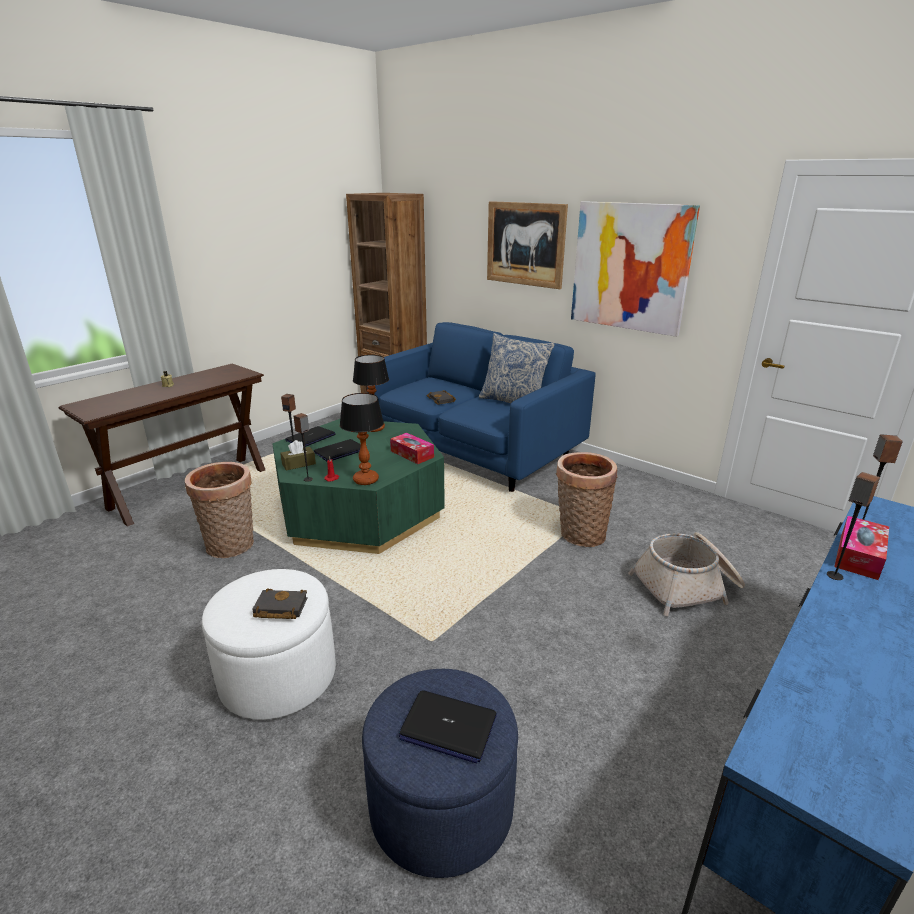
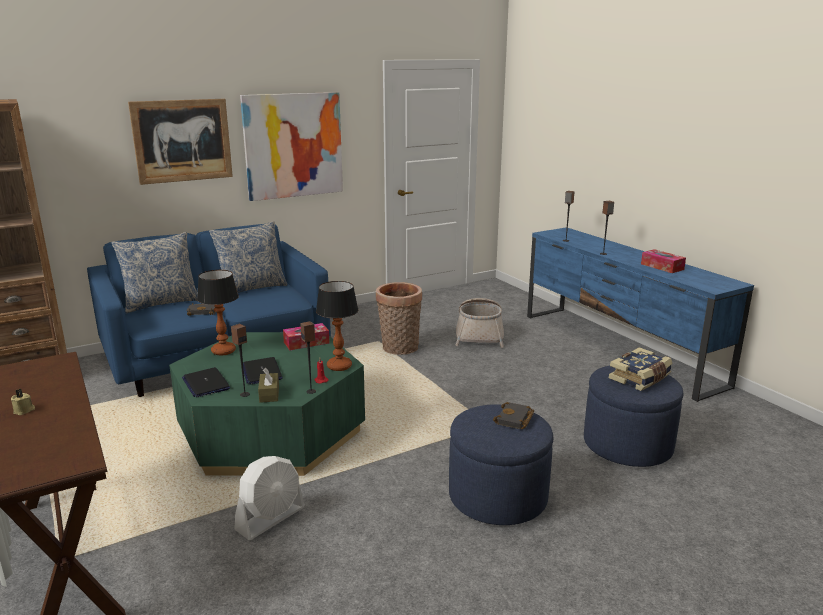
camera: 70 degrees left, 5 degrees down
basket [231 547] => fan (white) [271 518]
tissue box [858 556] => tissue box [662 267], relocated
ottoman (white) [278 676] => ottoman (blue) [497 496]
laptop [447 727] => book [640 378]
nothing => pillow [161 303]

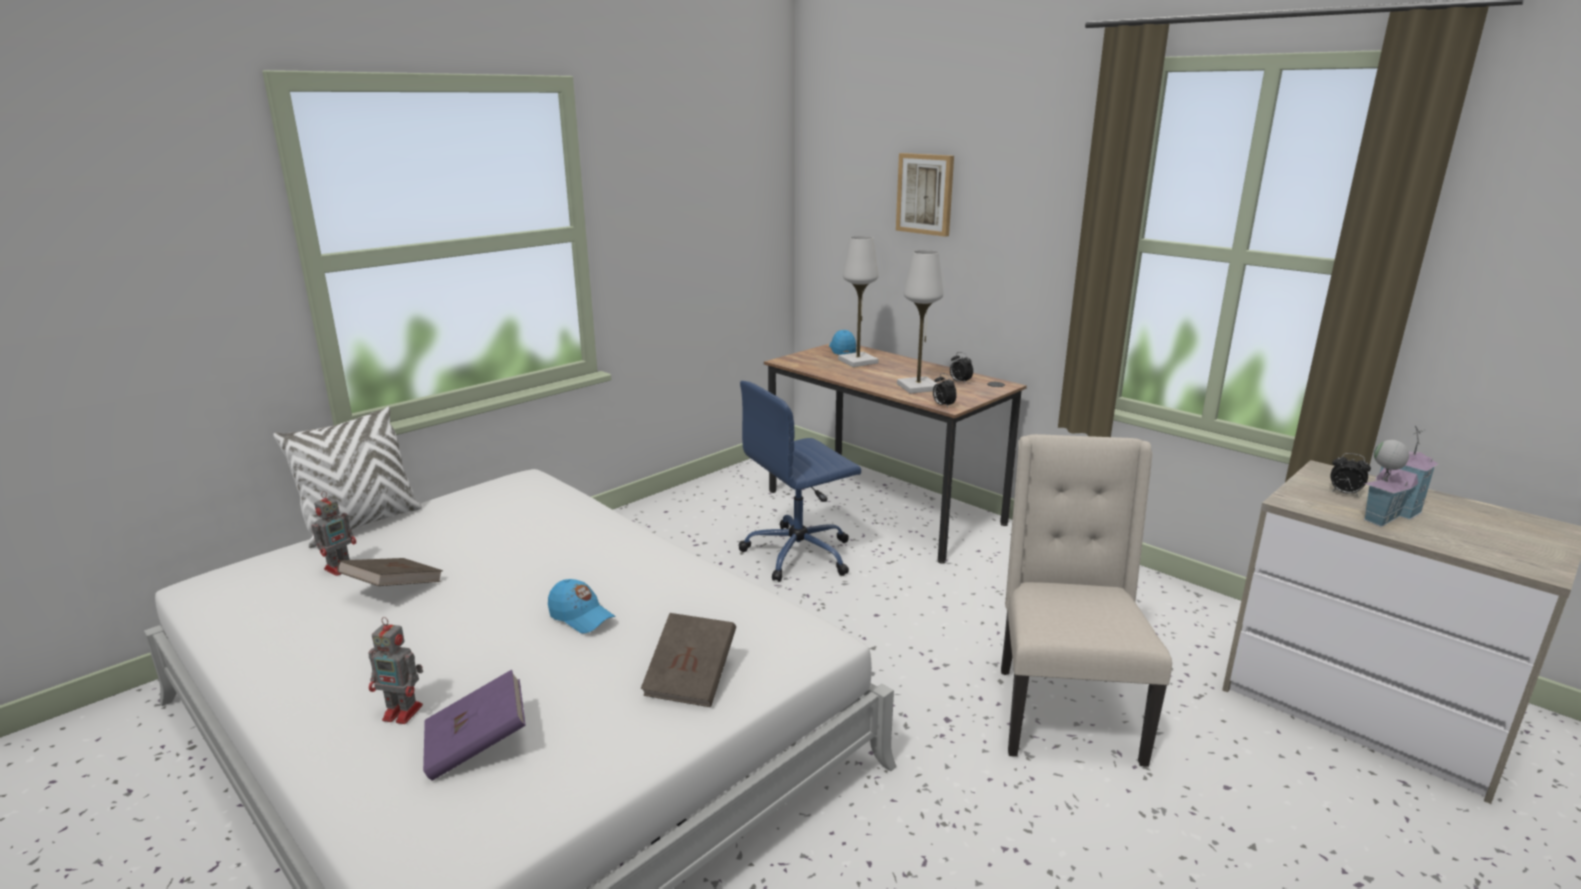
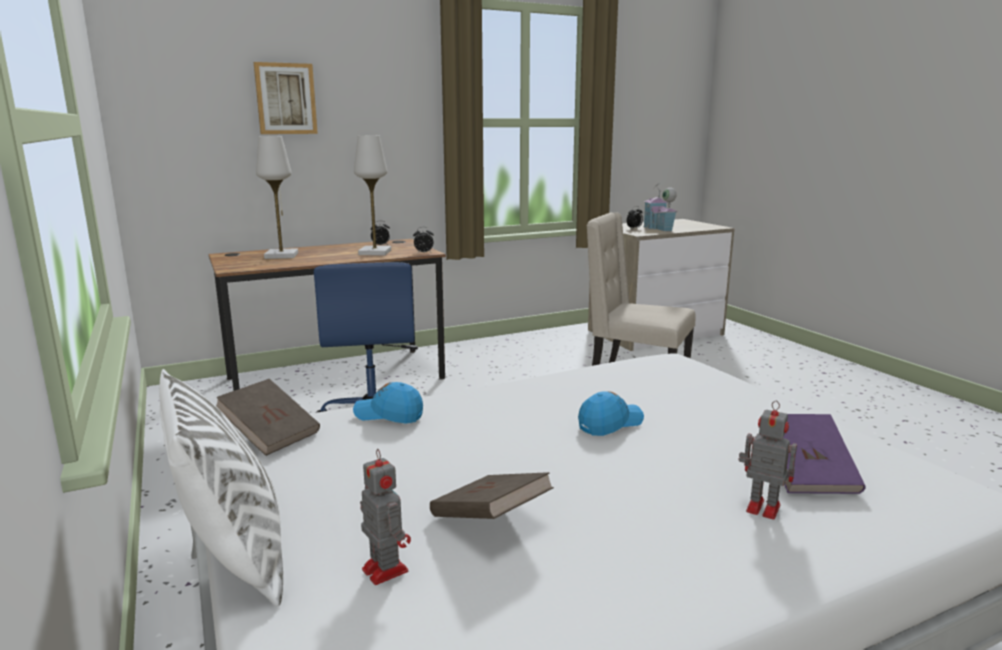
camera: 70 degrees left, 5 degrees down
cap (blue) [842 349] => cap (blue) [389 415], relocated
book (brown) [691 679] => book (brown) [270 435], relocated
toy robot [404 712] => toy robot [761 507], 90 degrees counterclockwise

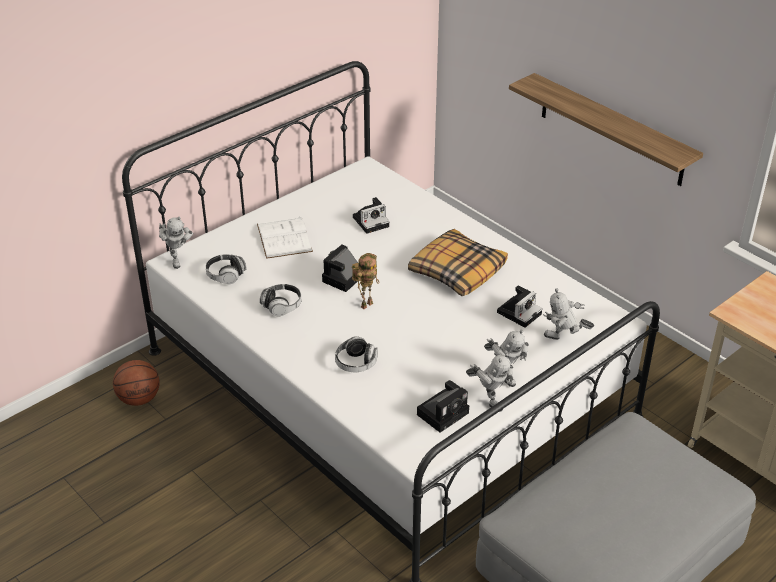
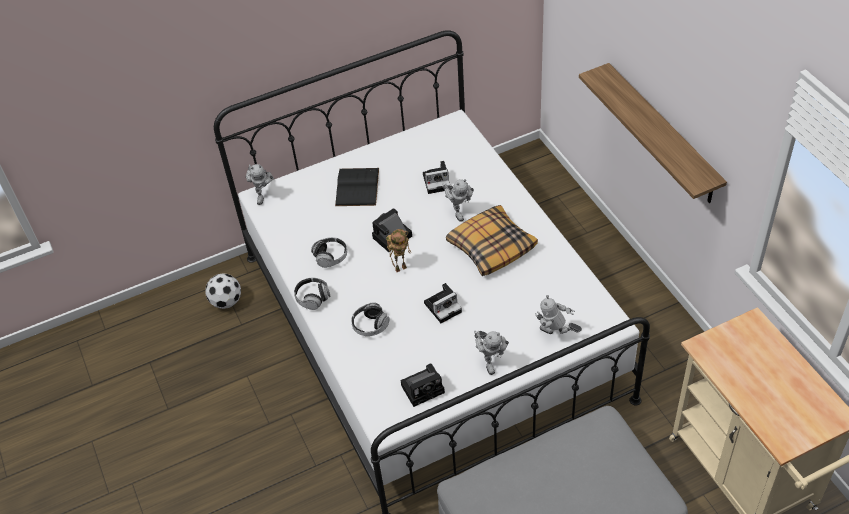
camera: 20 degrees right, 10 degrees up
book (white) [284 237] => book (black) [357 187]
headphones [226 275] => headphones [313 298], relocated
photo camera [519 312] => photo camera [443 306], relocated
toy robot [489 399] => toy robot [457 211], relocated
basketball [139 398] => football [227 301]

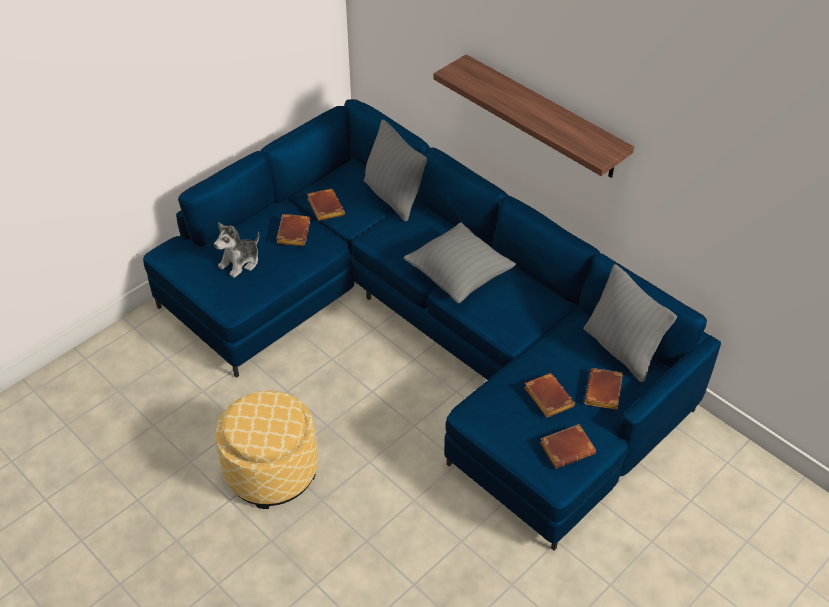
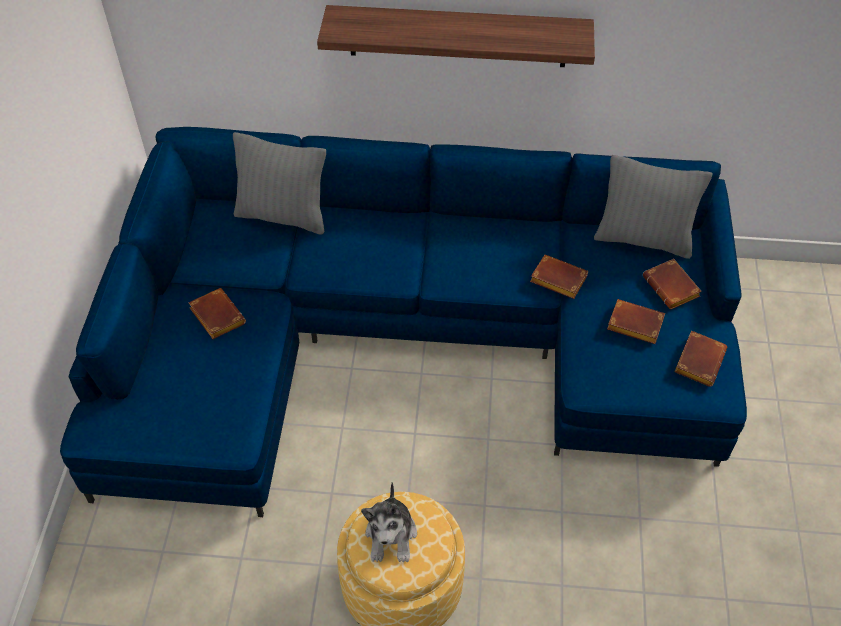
camera: 40 degrees left, 5 degrees up
book (brown) [324 207] => book (brown) [556 280], relocated
plush toy [240 262] => plush toy [391 535], relocated
pillow (grey) [458 277] => nothing

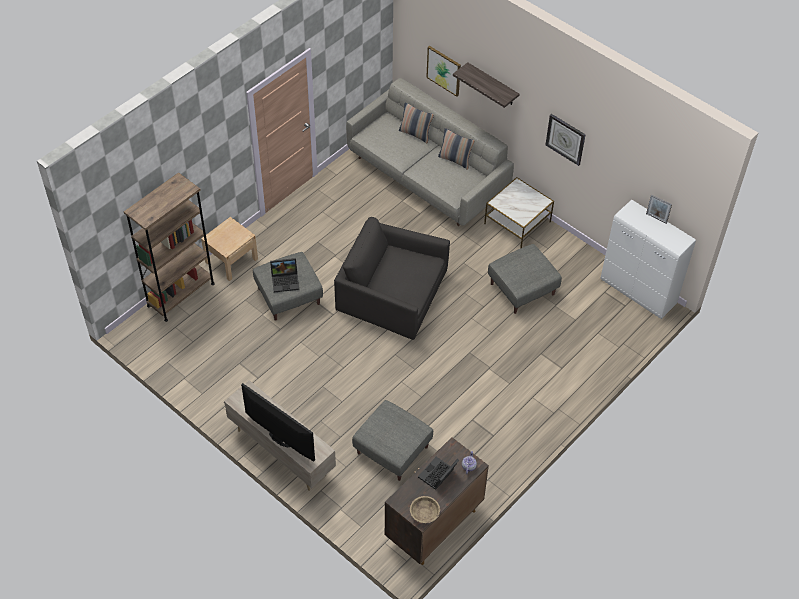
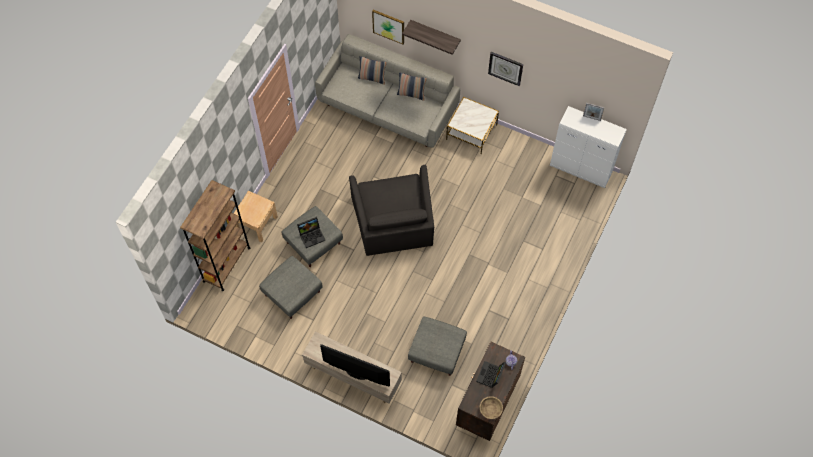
camera: 15 degrees left, 10 degrees up
armchair (black) [391 294] => armchair (black) [393 220], 105 degrees counterclockwise
ottoman (grey) [522 288] => ottoman (grey) [292 293], relocated

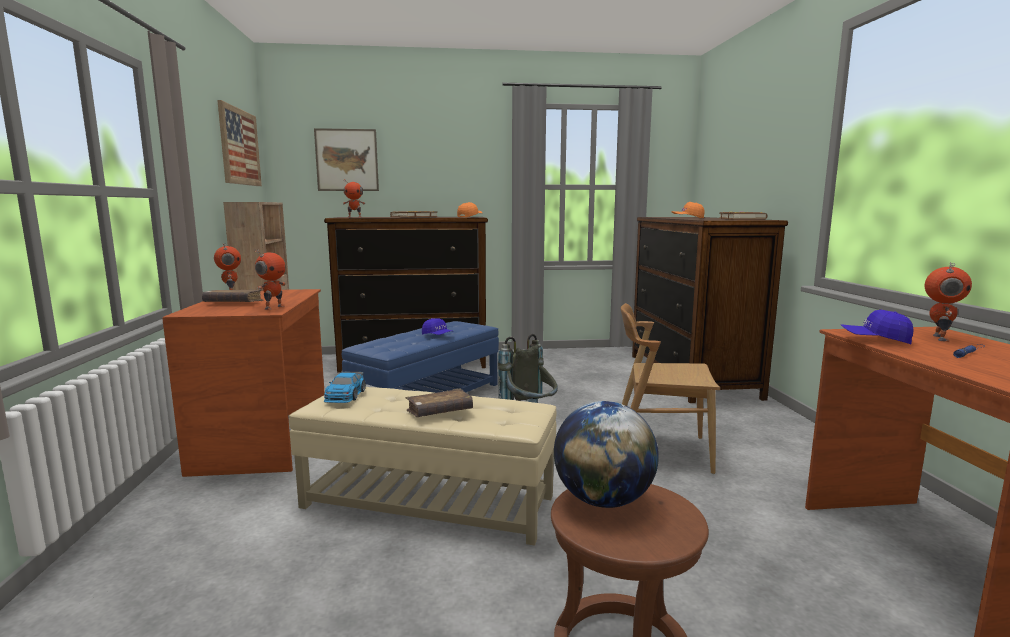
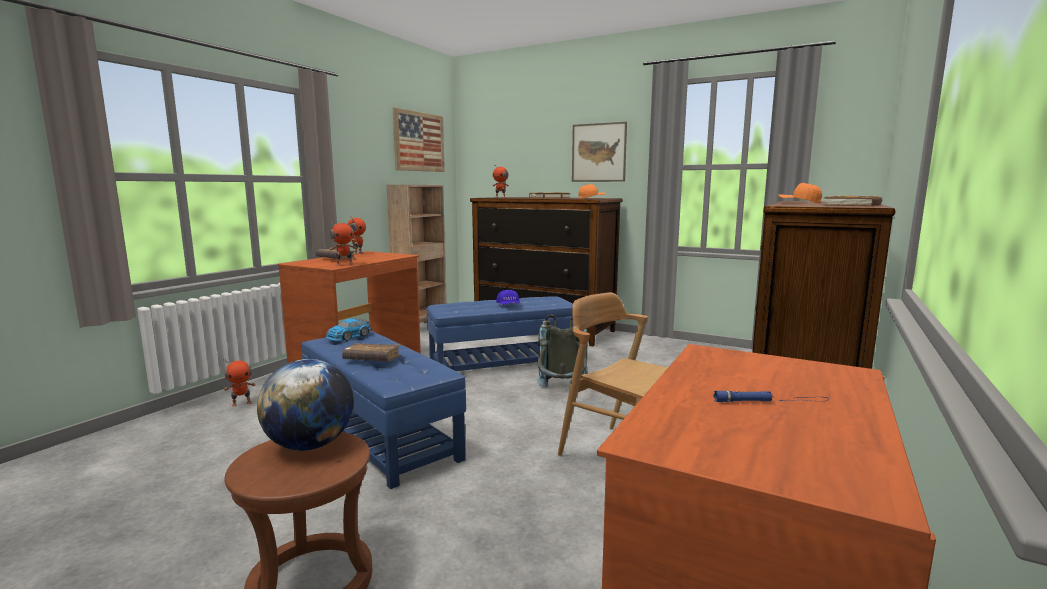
camera: 35 degrees right, 0 degrees up
picture [347 160] => picture [598 152], relocated
toy robot [938 338] => toy robot [241 403], relocated
cap (blue) [875 340] => nothing
ottoman (beige) [428 501] => ottoman (blue) [380 434]

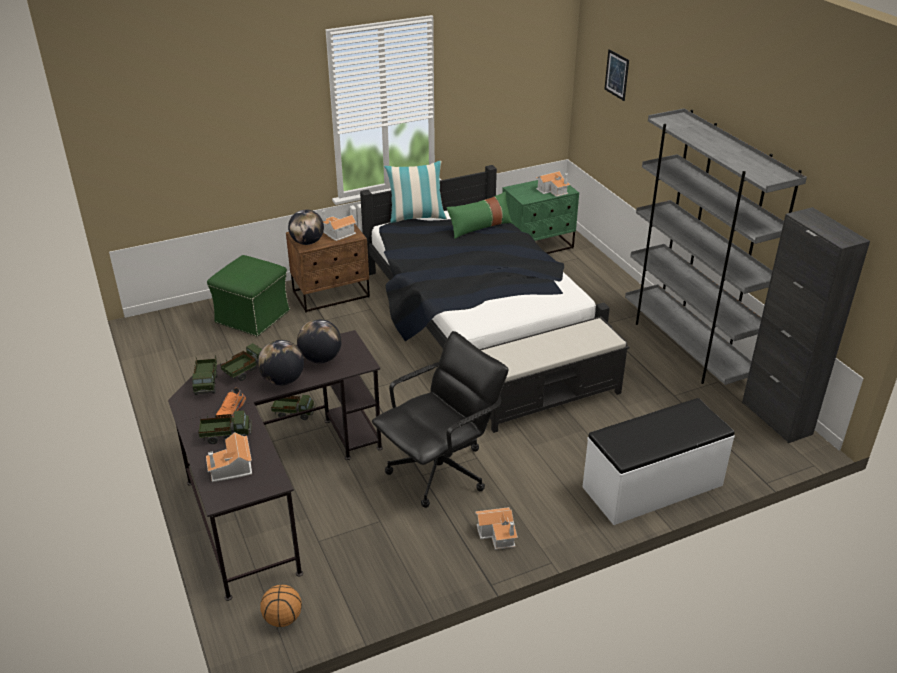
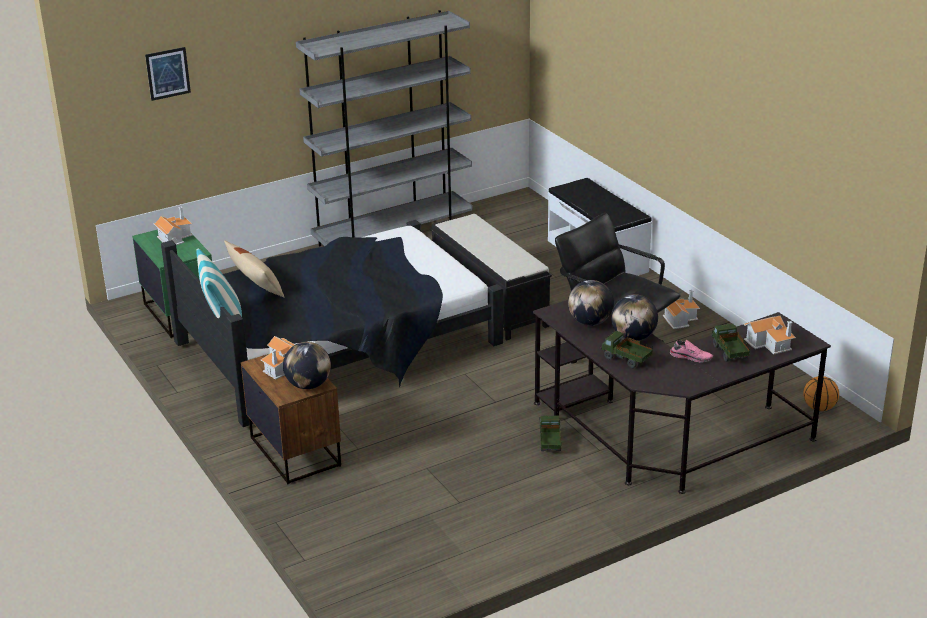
camera: 95 degrees left, 5 degrees down
pillow (green) [480 227] => pillow (beige) [255 284]
cabinet (black) [776 418] => nothing
ottoman (green) [253 316] => nothing
toy truck [207 384] => nothing
shoe (orange) [232 410] => shoe (pink) [691 357]

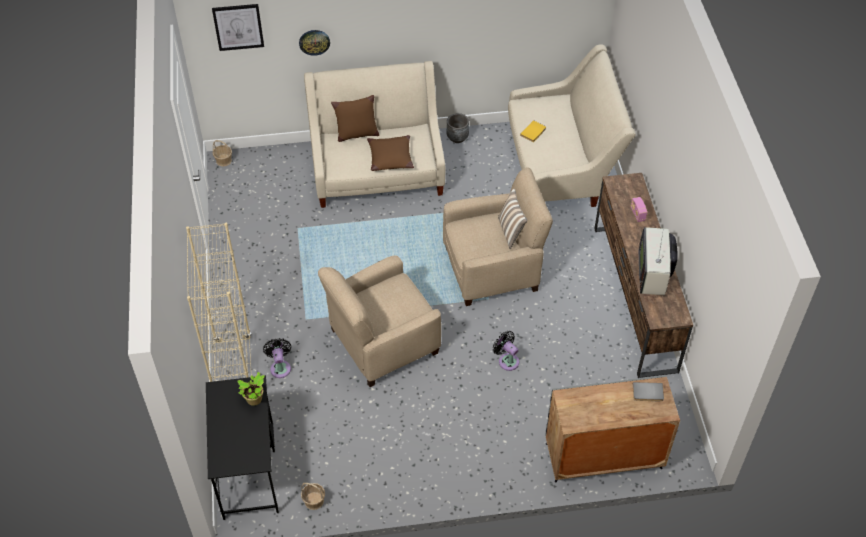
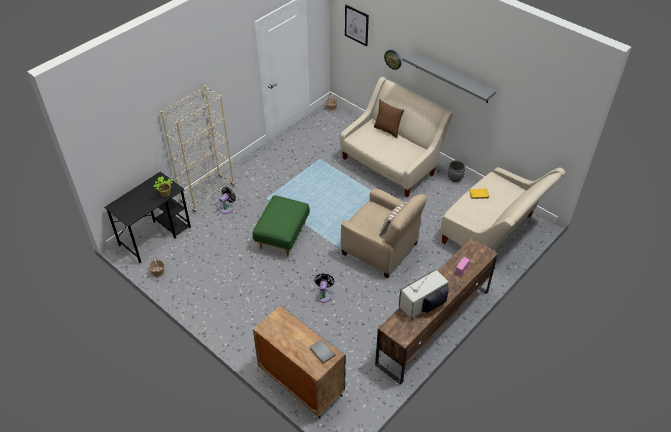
camera: 50 degrees right, 5 degrees down
pillow (brown) [390 157] => nothing
armchair (beige) [382 342] => ottoman (green) [282 236]
nothing => shelf (grey) [452 77]

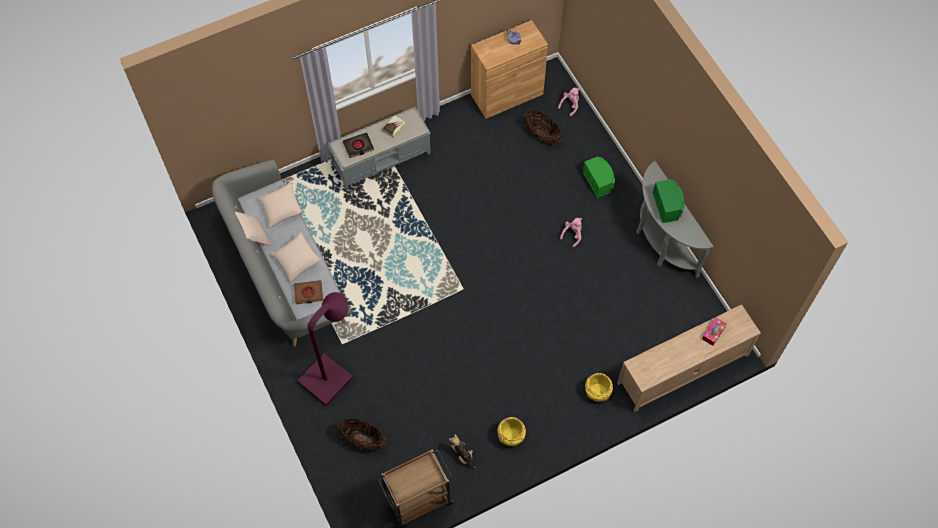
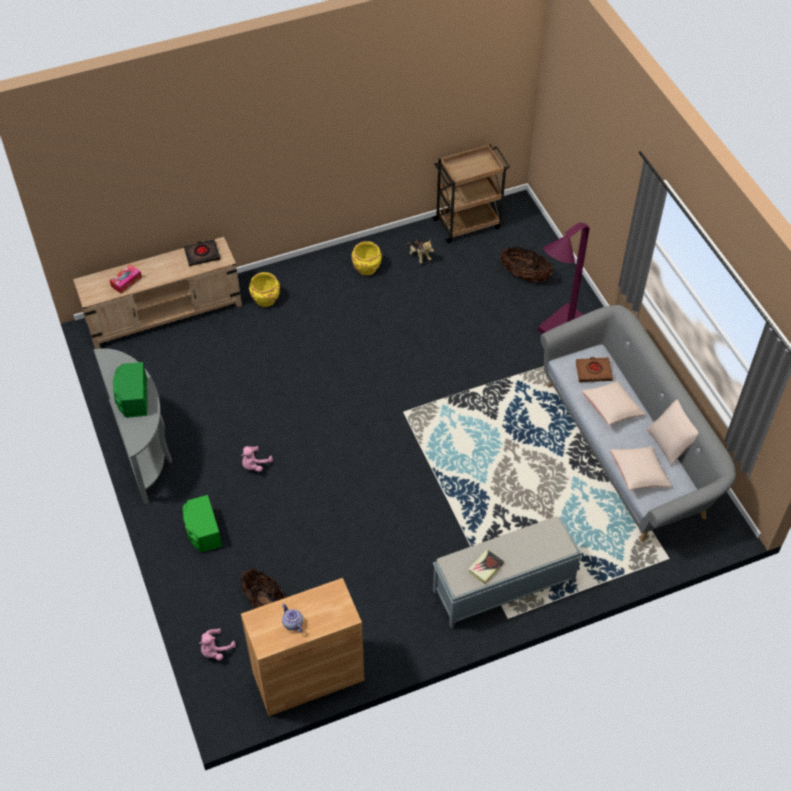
camera: 175 degrees left, 10 degrees down
book (black) [358 146] => book (black) [202 254], relocated

